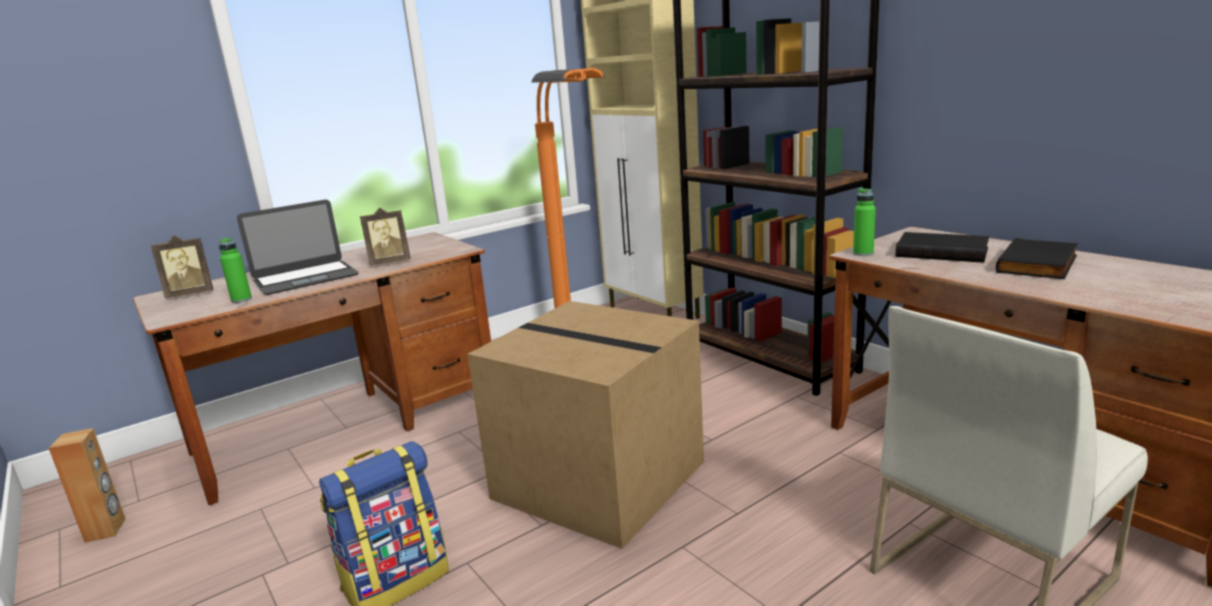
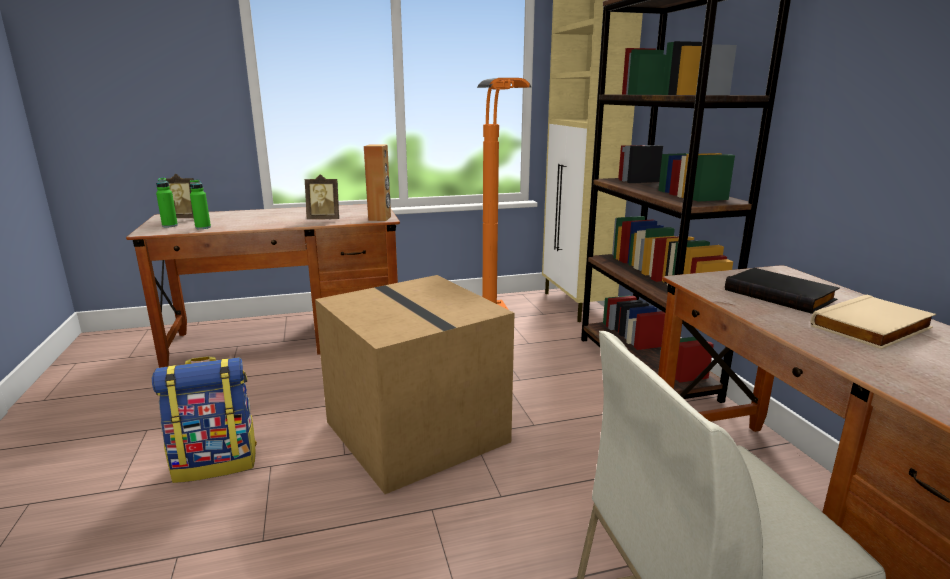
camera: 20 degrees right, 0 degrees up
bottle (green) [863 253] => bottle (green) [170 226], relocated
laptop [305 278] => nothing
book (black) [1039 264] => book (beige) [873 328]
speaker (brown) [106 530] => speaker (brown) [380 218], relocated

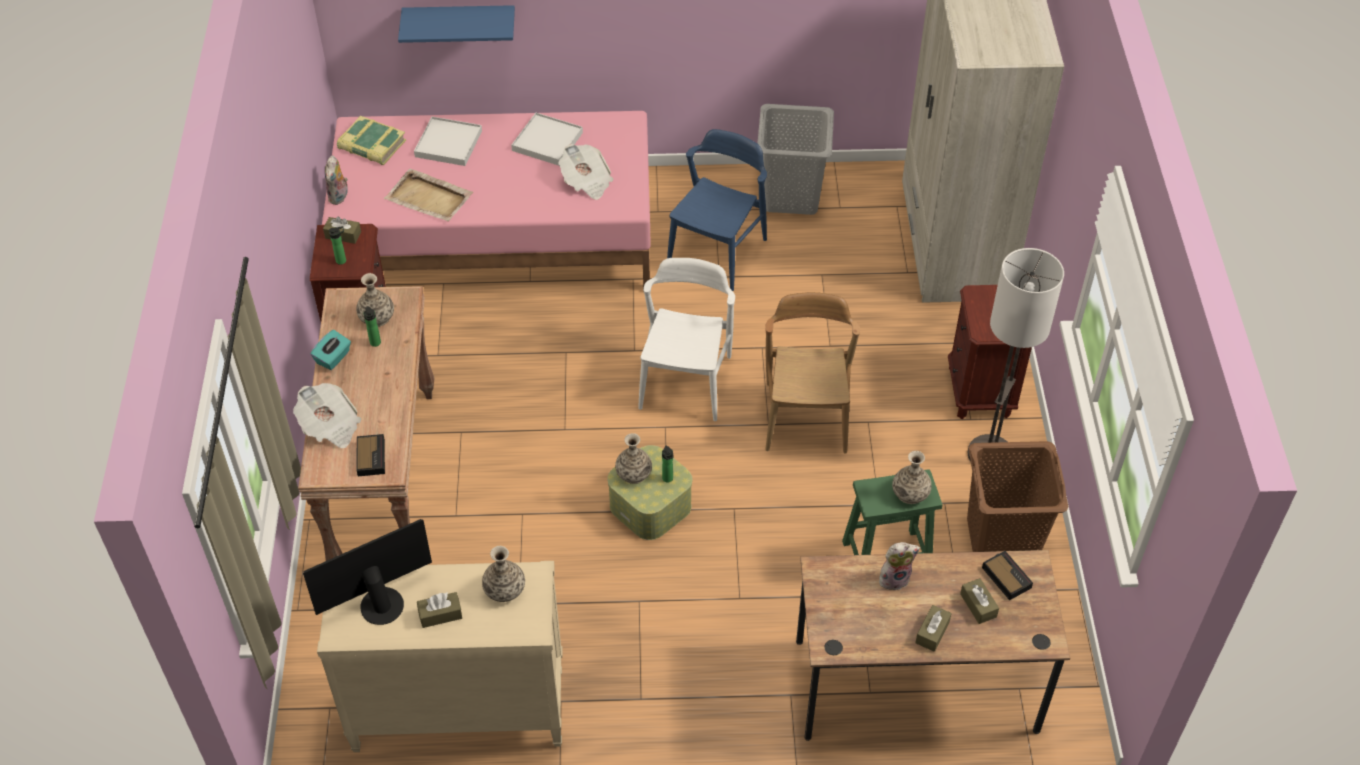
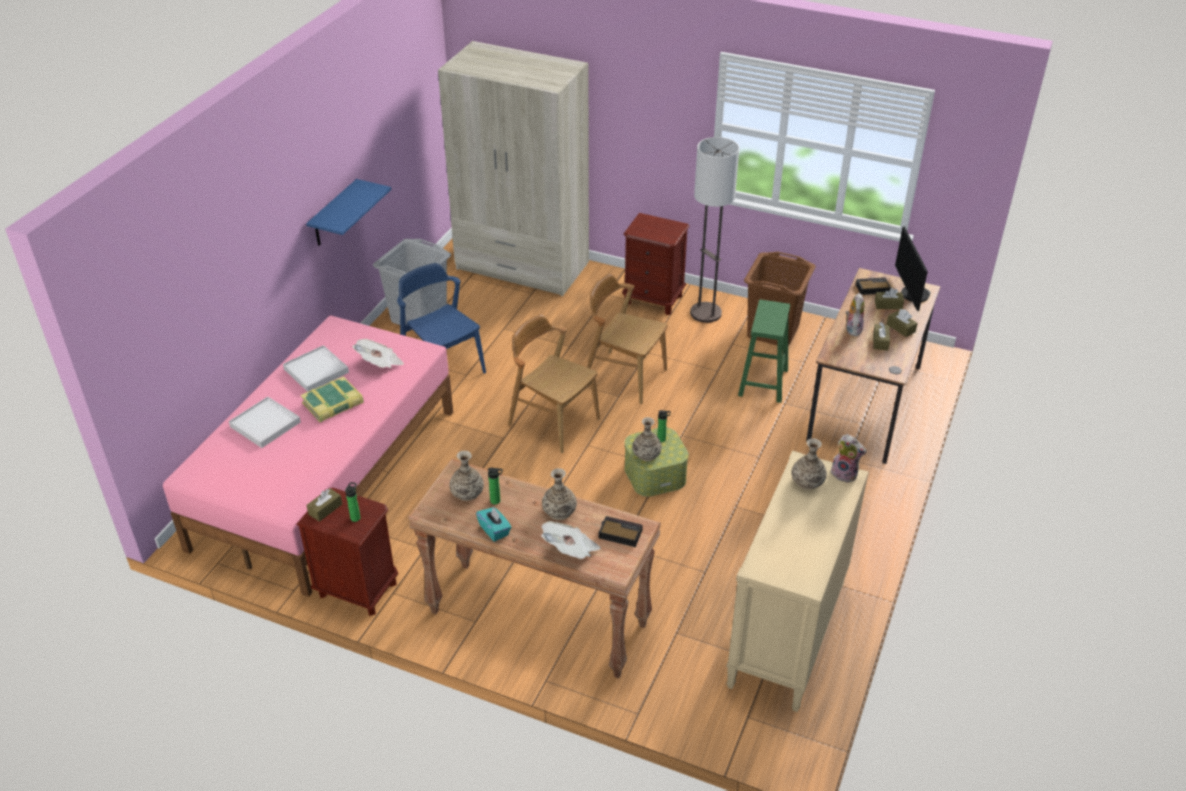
camera: 65 degrees left, 10 degrees down
shelf (blue) [460 22] => shelf (blue) [334 214], relocated
book [371 146] => book [333 404], relocated
plush toy [339 197] => plush toy [845 474], relocated
tray (beige) [429 198] => nothing
chair (white) [686 382] => chair (brown) [553 422]
vase [910 493] => vase [559 511], relocated
monitor [379 602] => monitor [911 294], relocated
tissue box (brown) [440 614] => tissue box (brown) [880 341], relocated

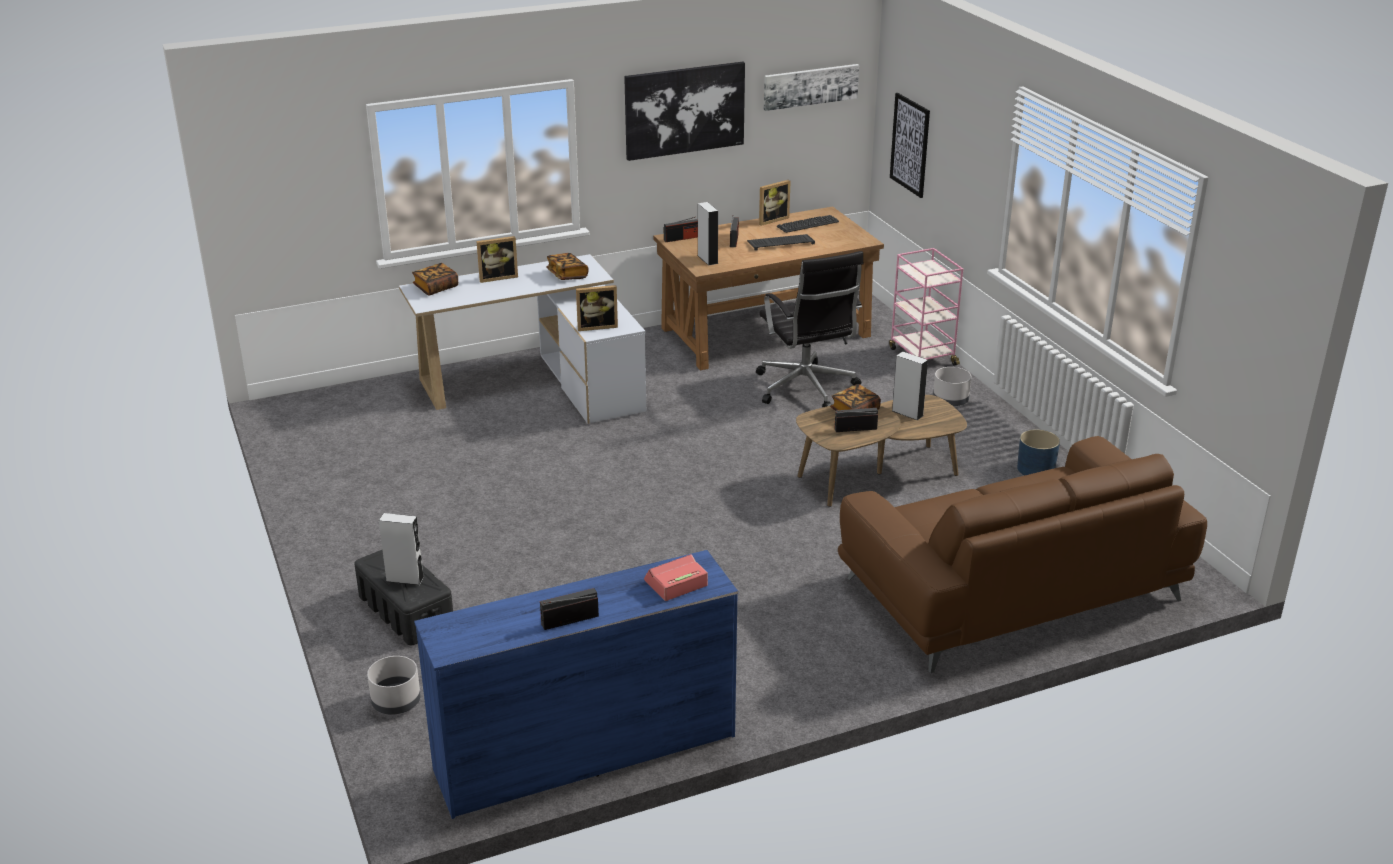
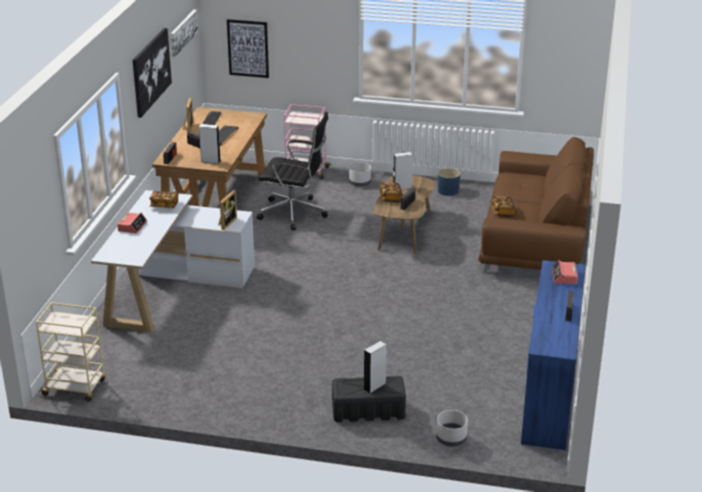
camera: 55 degrees left, 0 degrees up
picture frame [497 277] => alarm clock [132 226]
book [436 287] => book [503 212], relocated
nothing => cart (beige) [75 388]

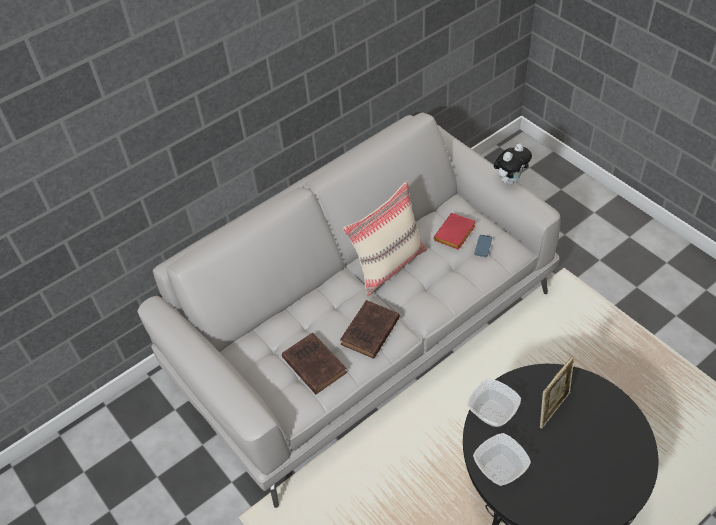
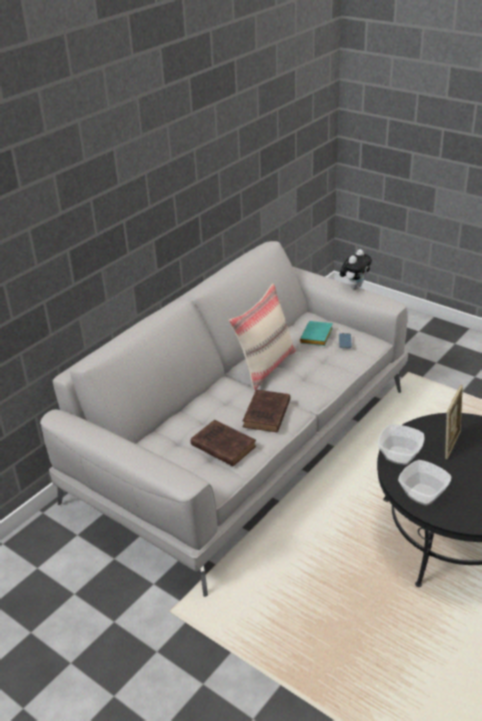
camera: 15 degrees left, 15 degrees down
book (red) [455 235] => book (turquoise) [317 337]

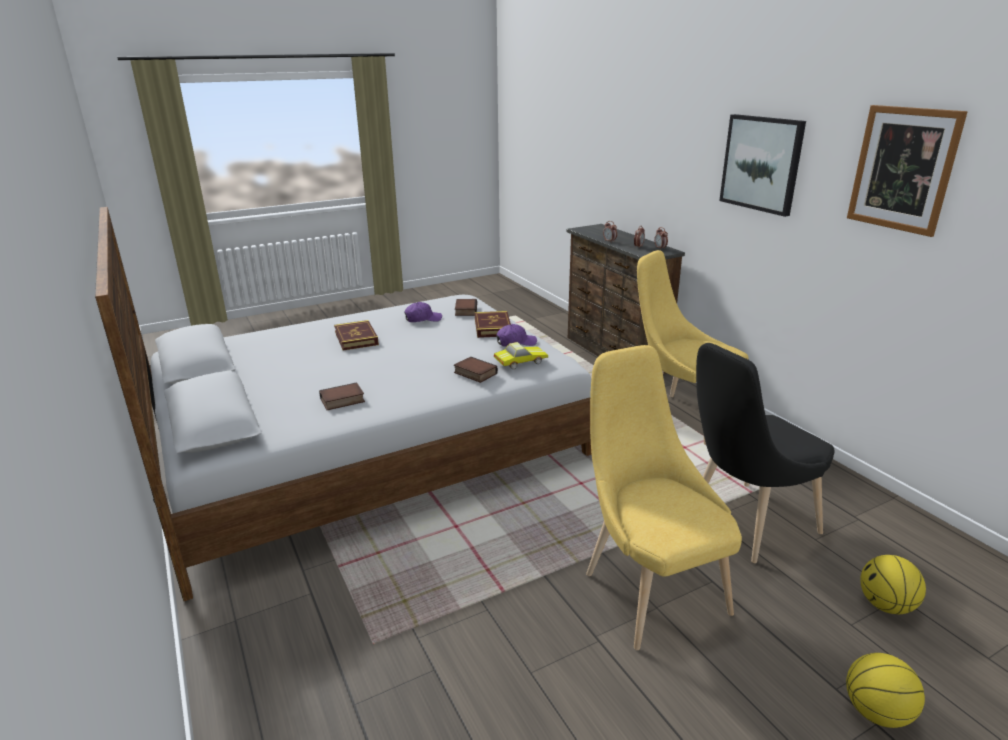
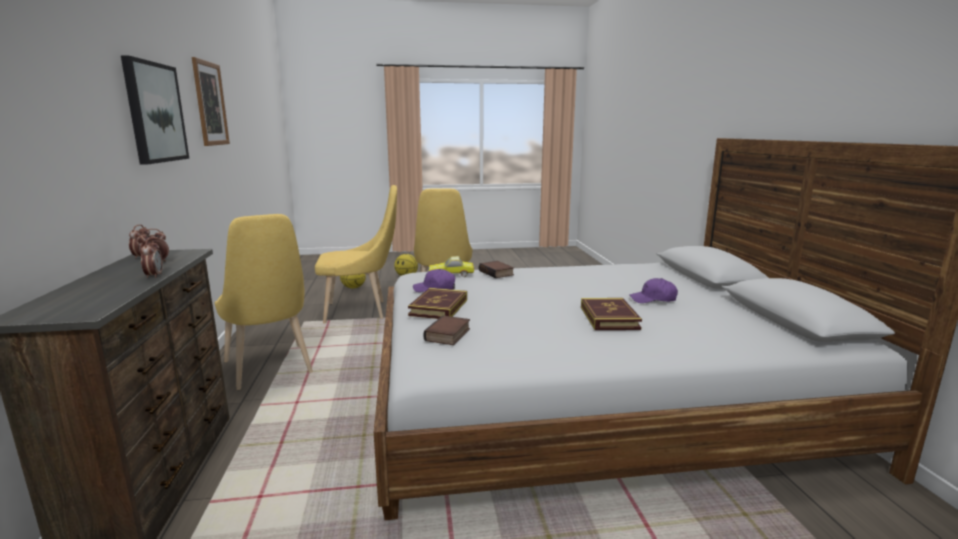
camera: 160 degrees left, 10 degrees down
cap (purple) [423 319] => cap (purple) [653 299], relocated
chair (black) [745 525] => chair (yellow) [361 311]
book [342 401] => nothing

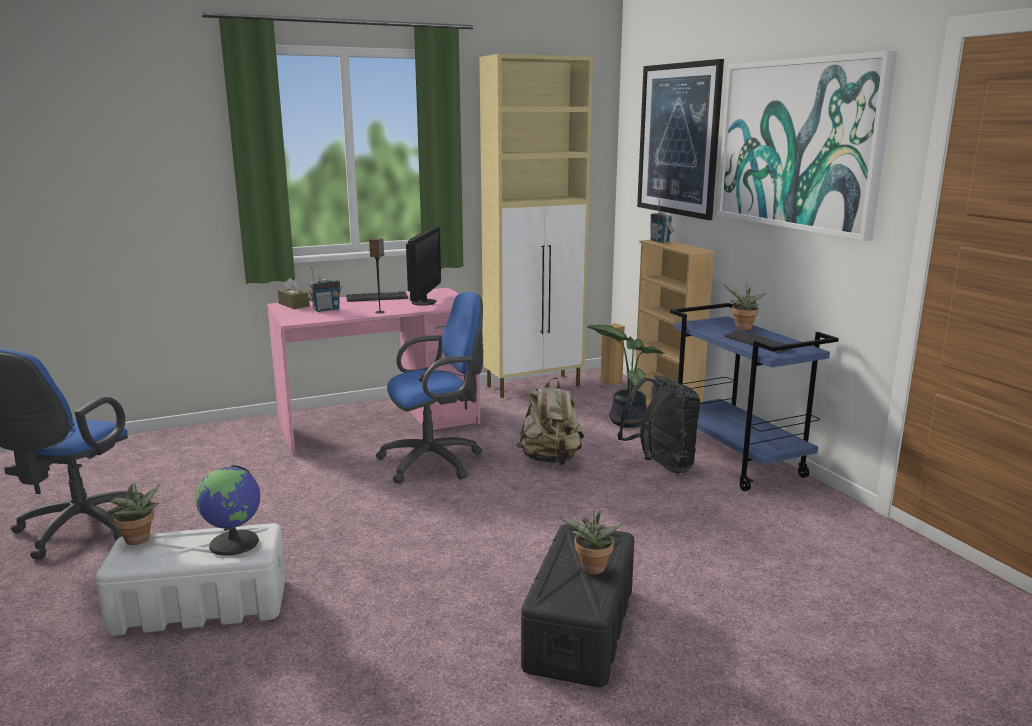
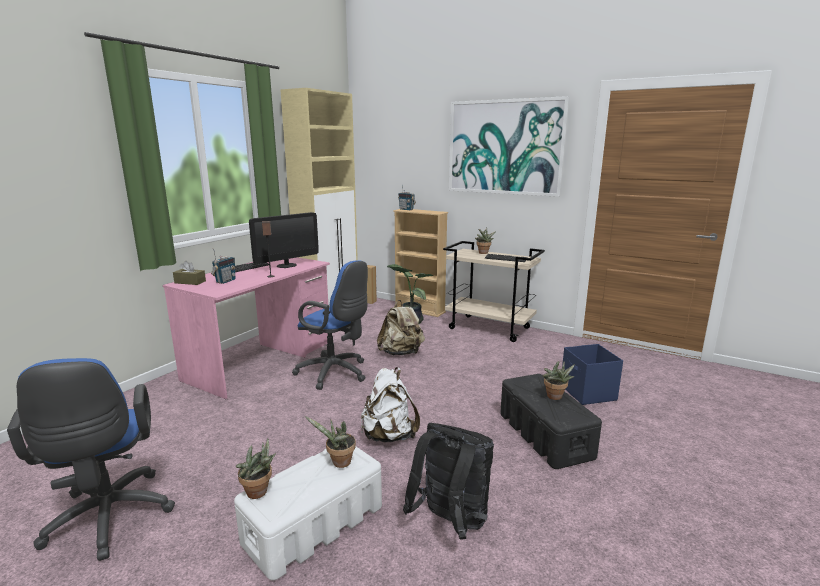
camera: 35 degrees left, 0 degrees up
picture [678 139] => nothing
monitor [424 302] => monitor [286 265], 75 degrees clockwise
office chair (blue) [436 461] => office chair (blue) [335 373], 90 degrees clockwise
cart (blue) [737 461] => cart (beige) [490 328]
backpack (black) [660 466] => backpack (black) [450 523], relocated
globe [235 543] => potted plant [339 463]
nothing => storage box (blue) [588 393]
nothing => backpack (white) [389 435]

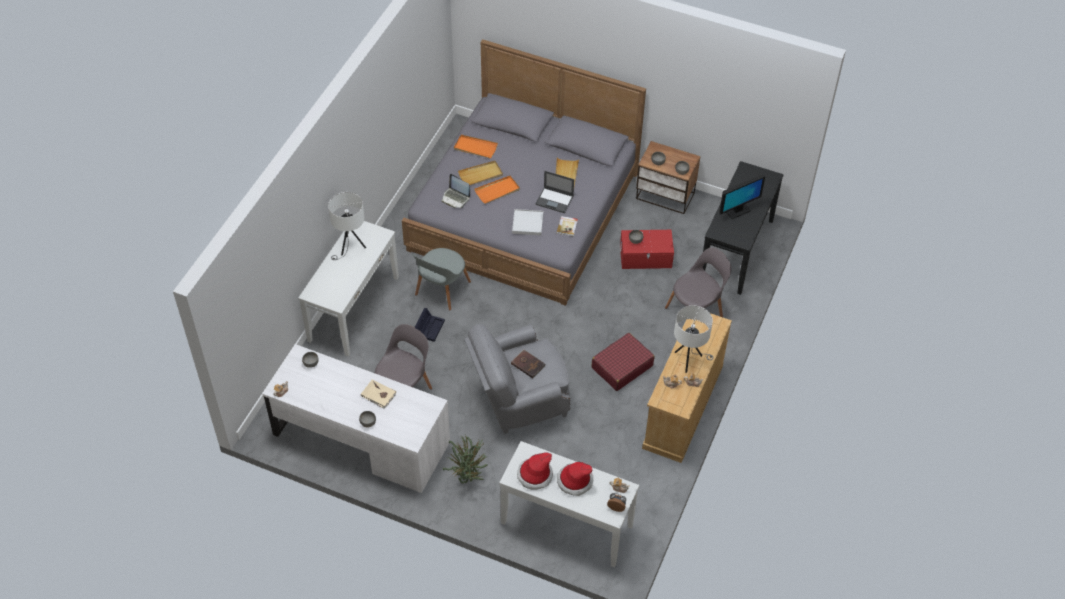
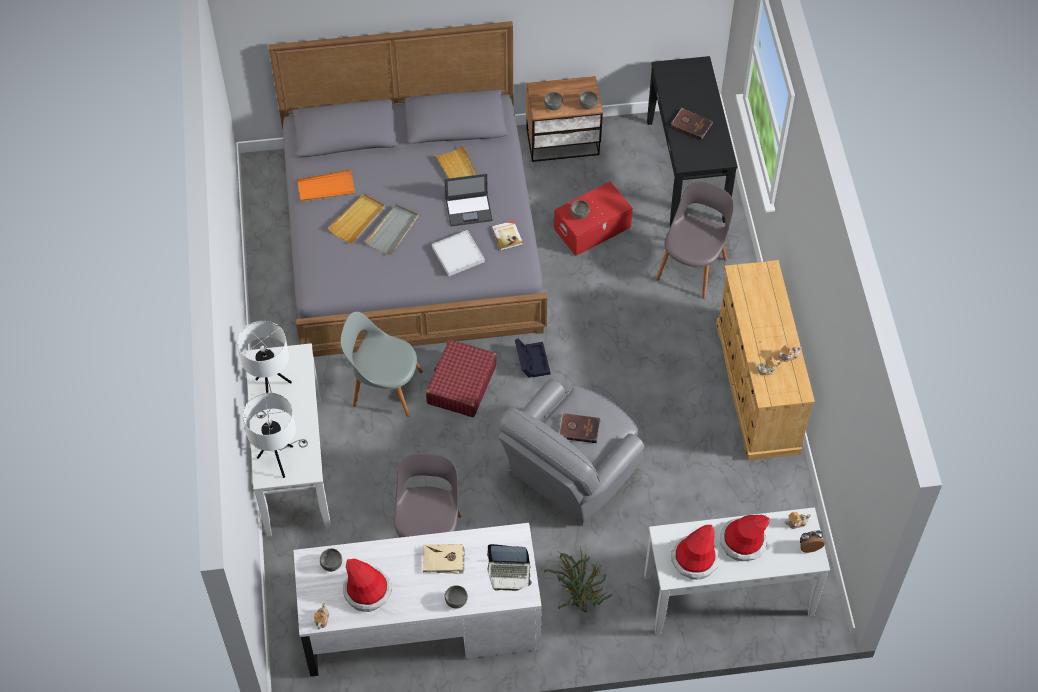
camera: 30 degrees left, 5 degrees up
laptop [455 198] => laptop [509 573], relocated
monitor [737 211] => book (brown) [691 125]
tray (orange) [497 191] => tray (grey) [393 231]
chair (grey) [441 290] => chair (grey) [384 387], 105 degrees clockwise
table lamp (white) [689 360] => table lamp (white) [280 459], relocated
storage box (black) [429 327] => storage box (black) [531 360], relocated
suitcase (red) [621 367] => suitcase (red) [461 385], relocated
nothing => hat [367 591]

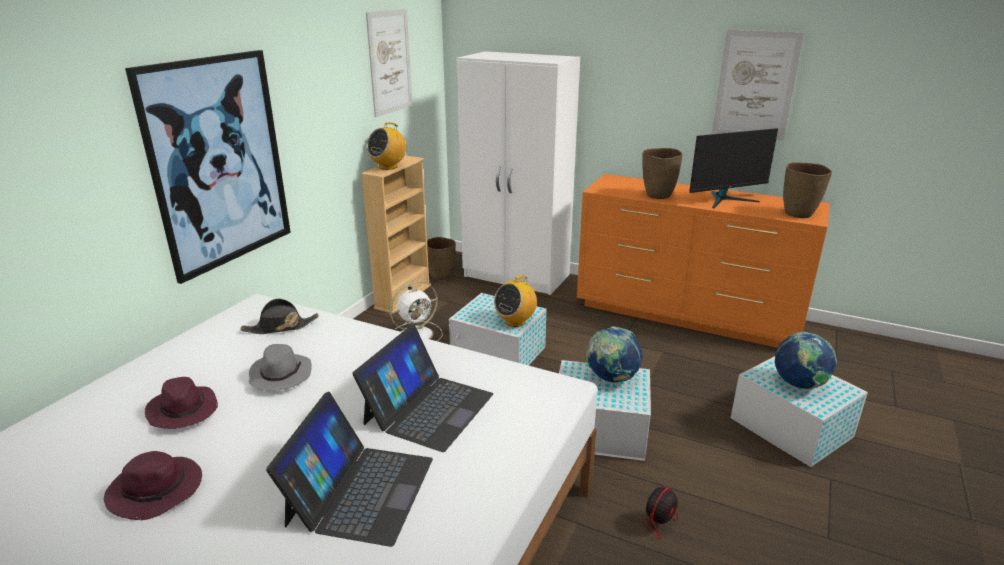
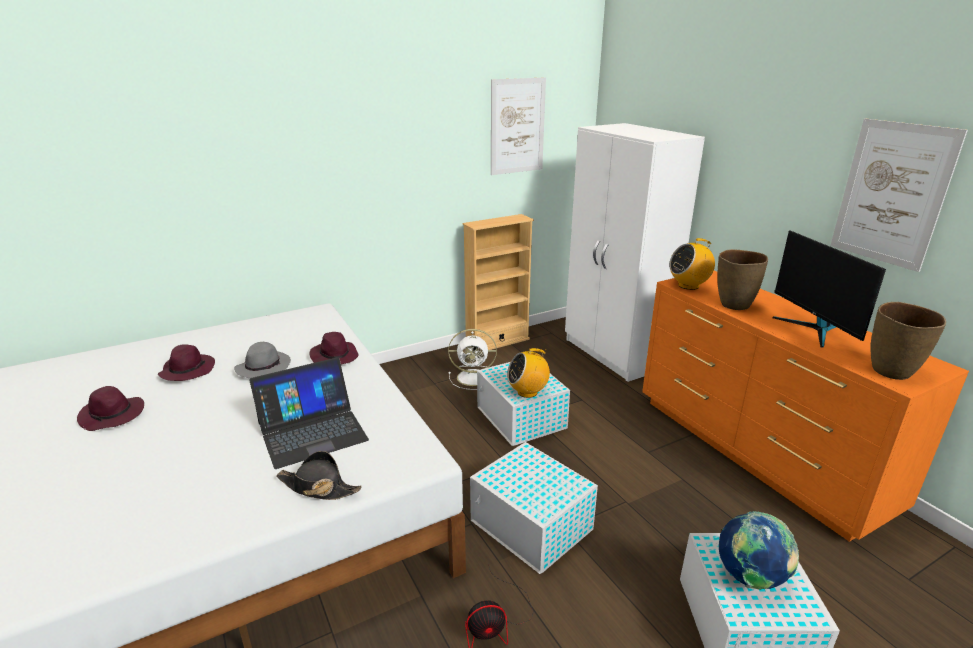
camera: 35 degrees right, 0 degrees up
picture [219 163] => nothing
radio [388 167] => radio [688 285], relocated
monitor [726 200] => monitor [814 329], 60 degrees clockwise
vase (brown) [441 276] => nothing
hat (black) [280 327] => hat (black) [318 487], relocated
globe [611 379] => nothing
laptop [360 490] => nothing
nothing => hat (purple) [334 356]

